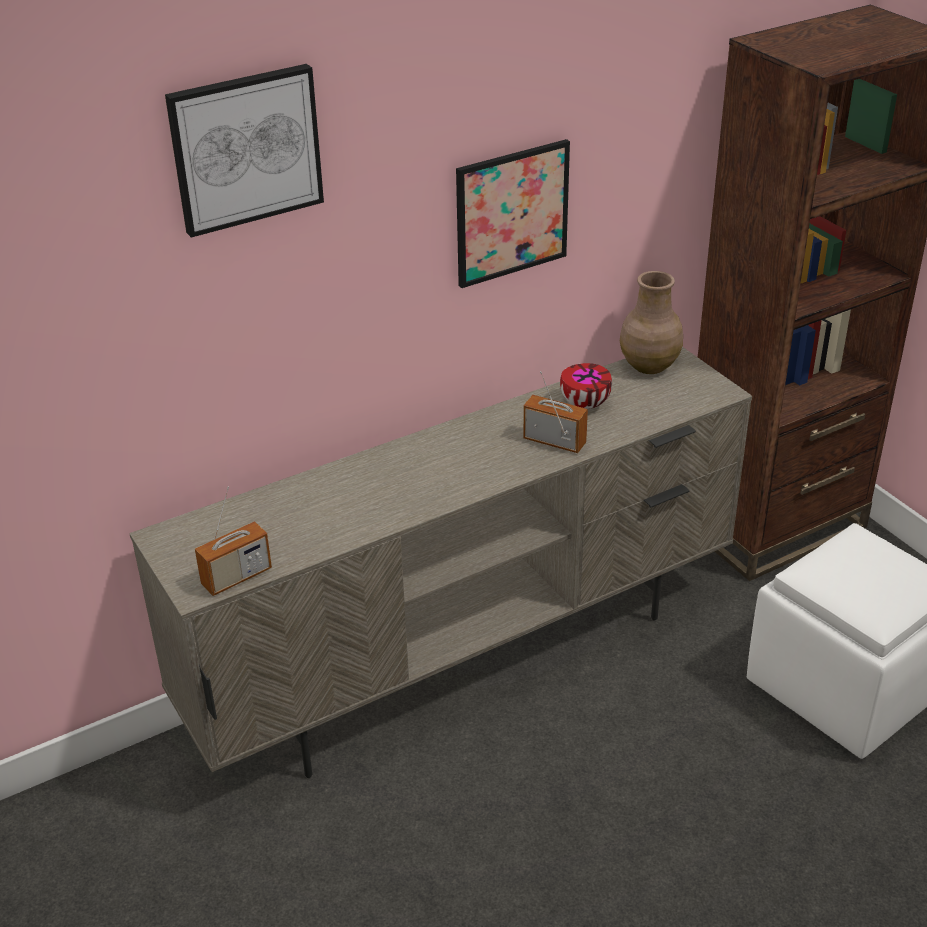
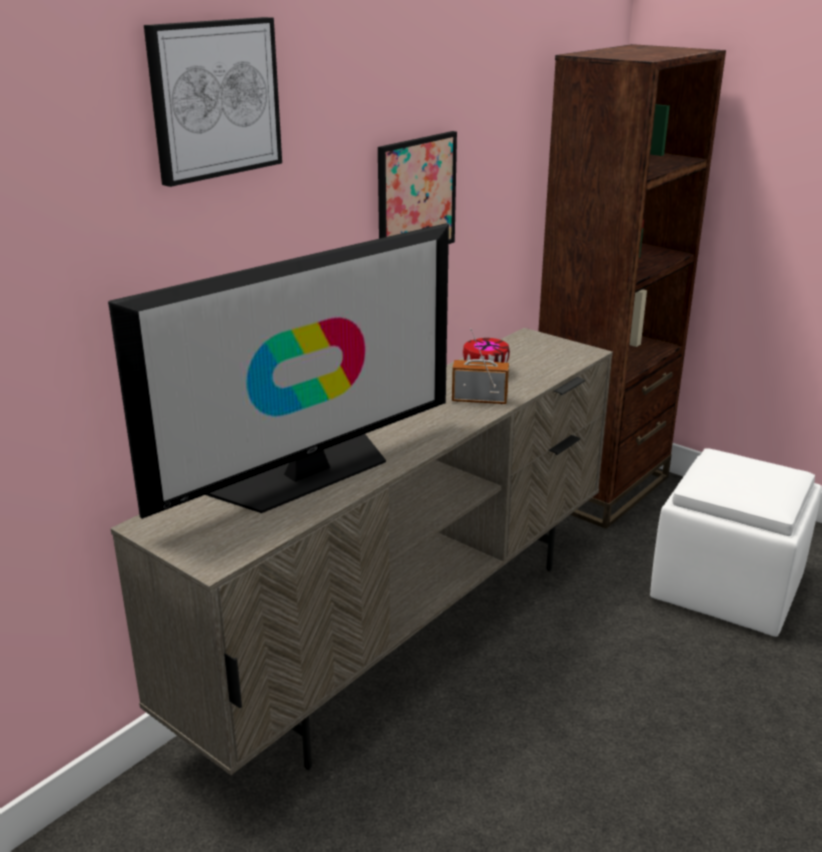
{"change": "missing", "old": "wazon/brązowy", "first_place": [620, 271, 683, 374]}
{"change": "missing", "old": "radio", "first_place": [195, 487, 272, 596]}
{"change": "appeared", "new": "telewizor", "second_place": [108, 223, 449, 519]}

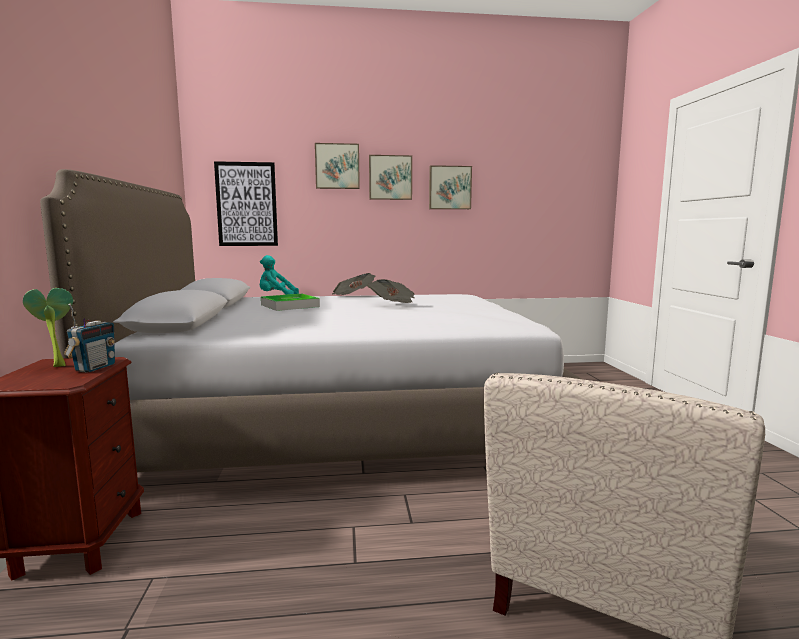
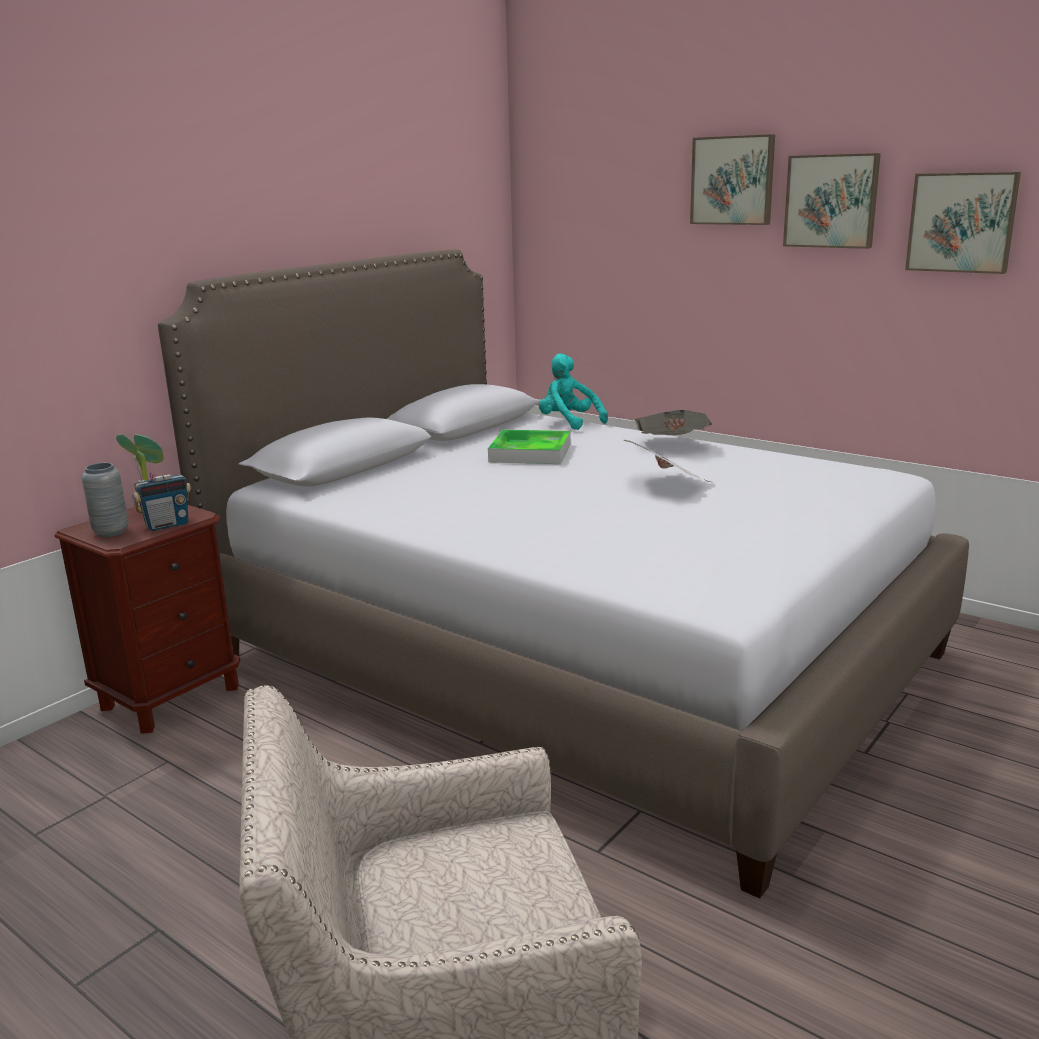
{"change": "missing", "old": "obraz", "first_place": [214, 161, 278, 246]}
{"change": "appeared", "new": "wazon/szary", "second_place": [82, 463, 129, 537]}

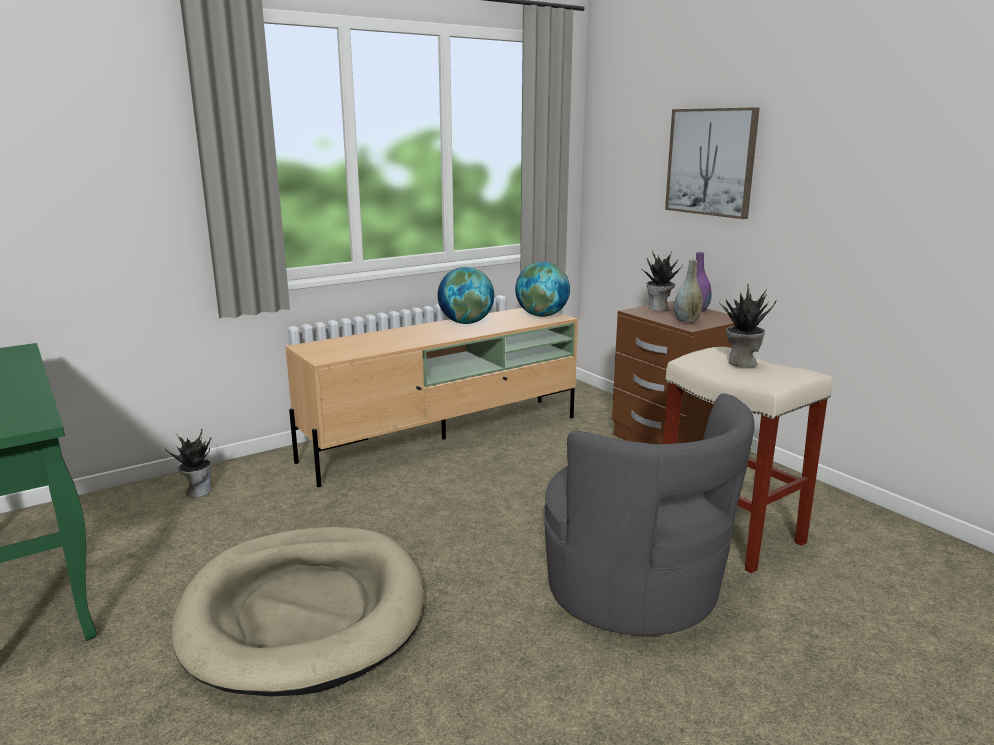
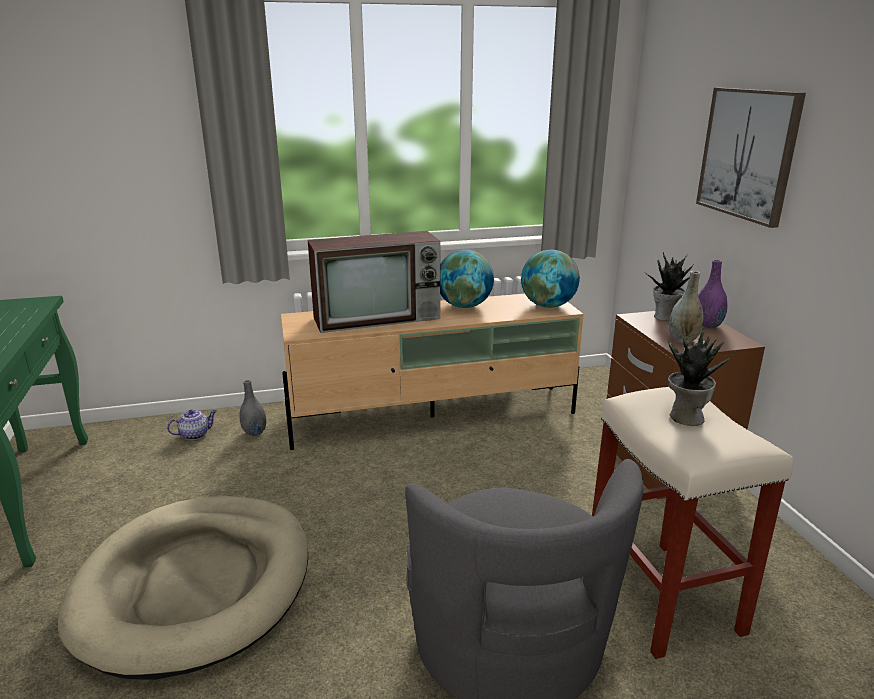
{"change": "exchanged", "old": "roślina doniczkowa", "new": "imbryk", "first_place": [164, 429, 212, 497], "second_place": [167, 409, 216, 440]}
{"change": "appeared", "new": "telewizor", "second_place": [308, 231, 440, 333]}
{"change": "appeared", "new": "wazon/szary", "second_place": [240, 380, 266, 436]}

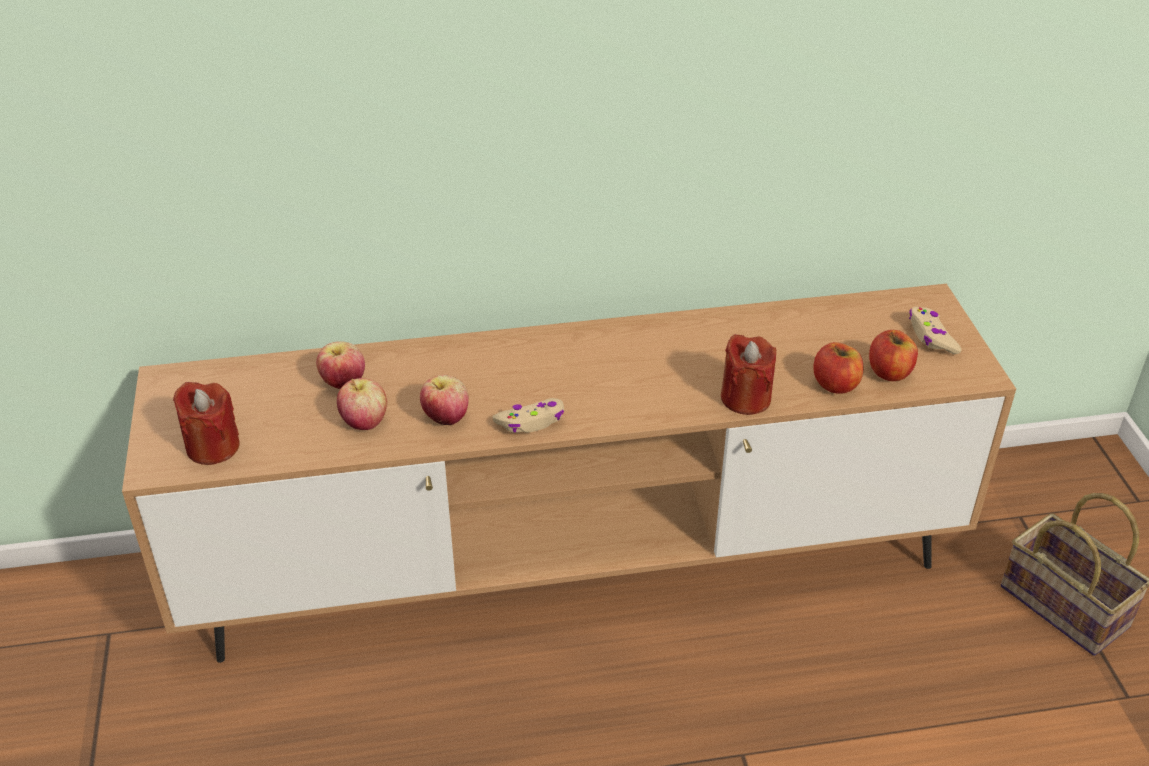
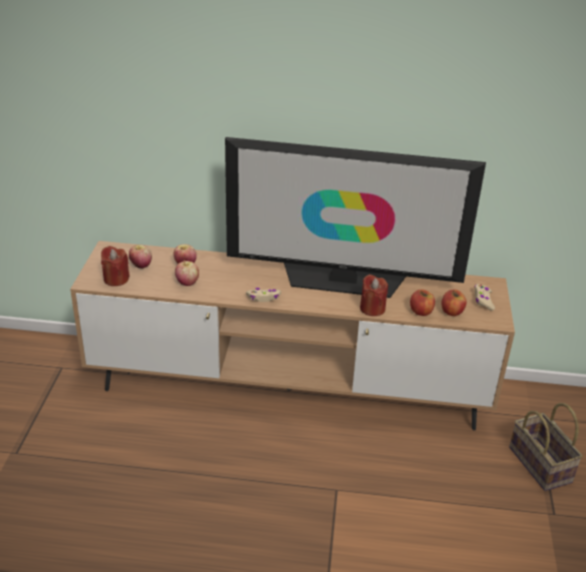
{"change": "relocated", "old": "jabłko", "first_place": [420, 375, 469, 425], "second_place": [129, 244, 152, 269]}
{"change": "appeared", "new": "telewizor", "second_place": [225, 137, 486, 298]}

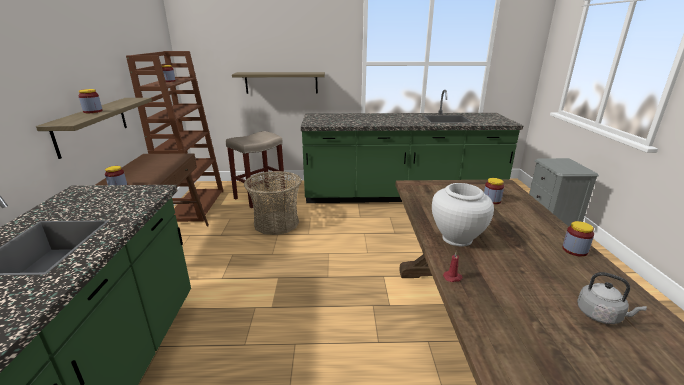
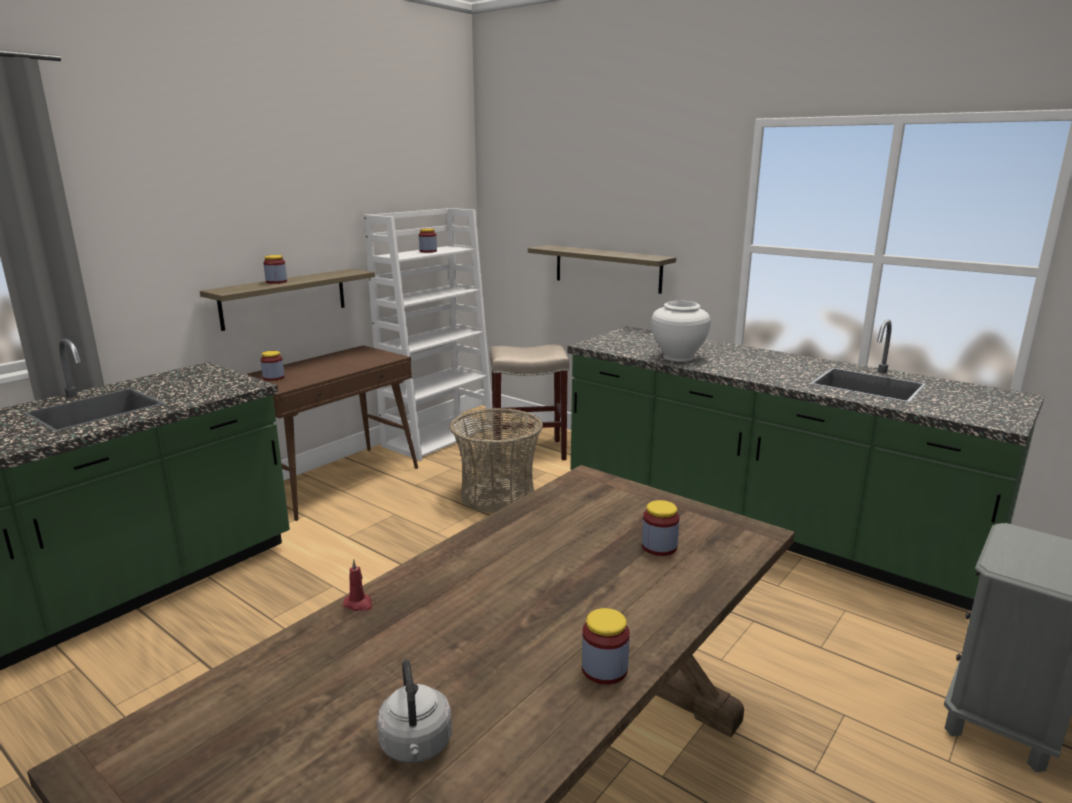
{"change": "colour", "old": "regał/brązowy", "new": "regał/biały", "first_place": [126, 51, 224, 222], "second_place": [364, 208, 493, 461]}
{"change": "relocated", "old": "wazon/biały", "first_place": [432, 183, 494, 247], "second_place": [651, 301, 710, 362]}

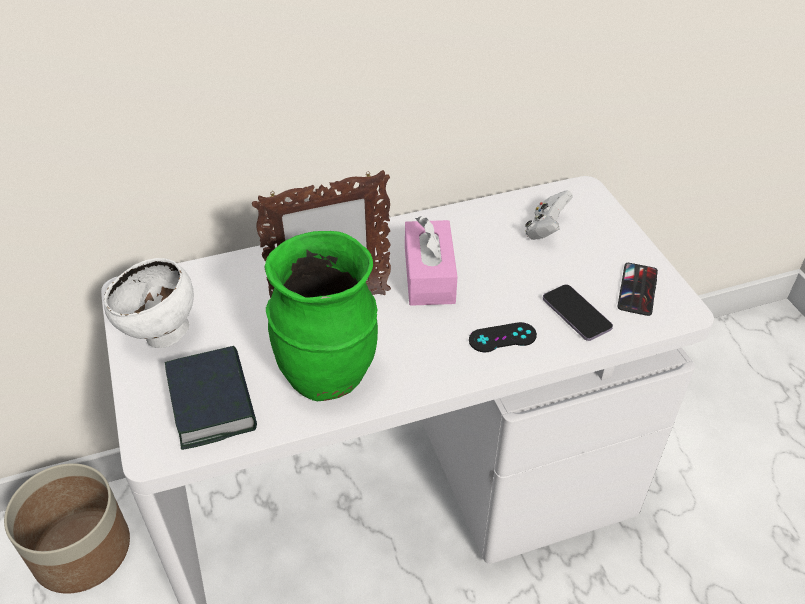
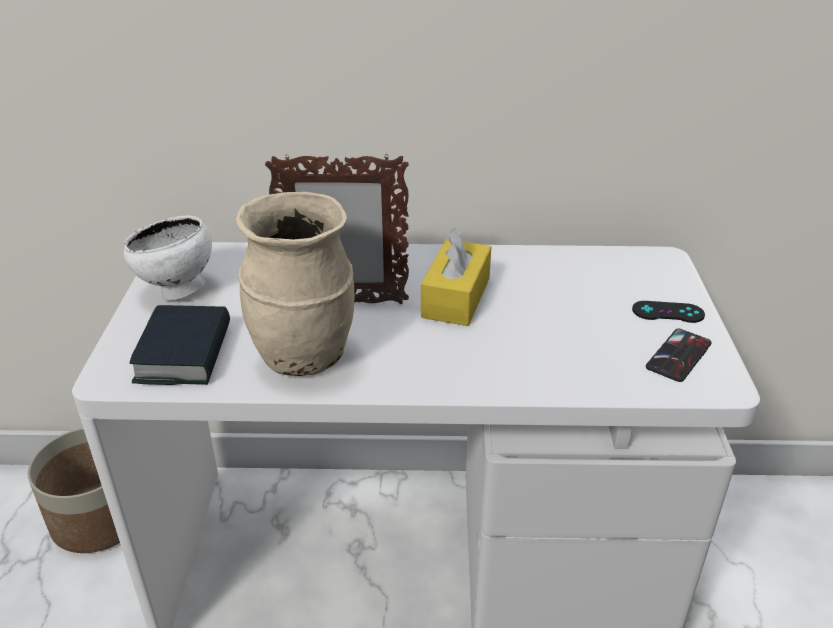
{"change": "missing", "old": "pad do gier/biały", "first_place": [525, 190, 573, 240]}
{"change": "colour", "old": "pudełko chusteczek/różowy", "new": "pudełko chusteczek/żółty", "first_place": [405, 216, 458, 306], "second_place": [421, 228, 491, 326]}
{"change": "colour", "old": "wazon/zielony", "new": "wazon/beżowy", "first_place": [265, 231, 378, 401], "second_place": [236, 192, 355, 376]}
{"change": "missing", "old": "telefon", "first_place": [543, 284, 613, 341]}
{"change": "relocated", "old": "pad do gier/czarny", "first_place": [469, 322, 537, 352], "second_place": [632, 301, 705, 323]}

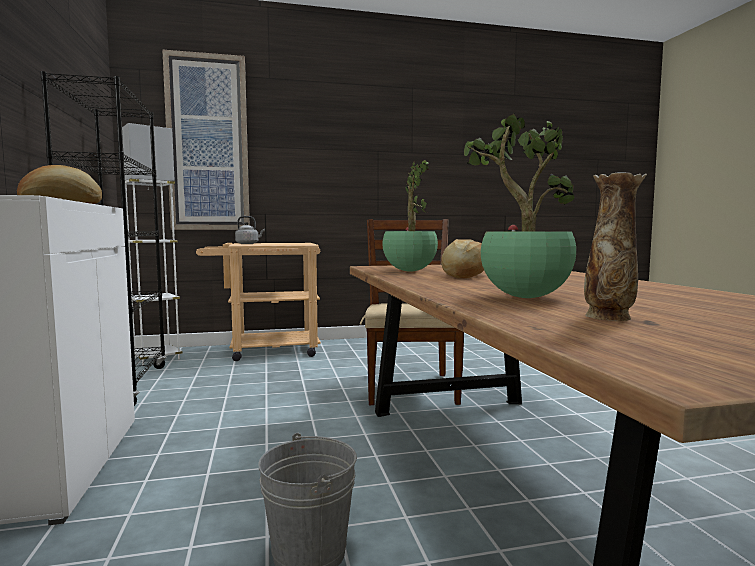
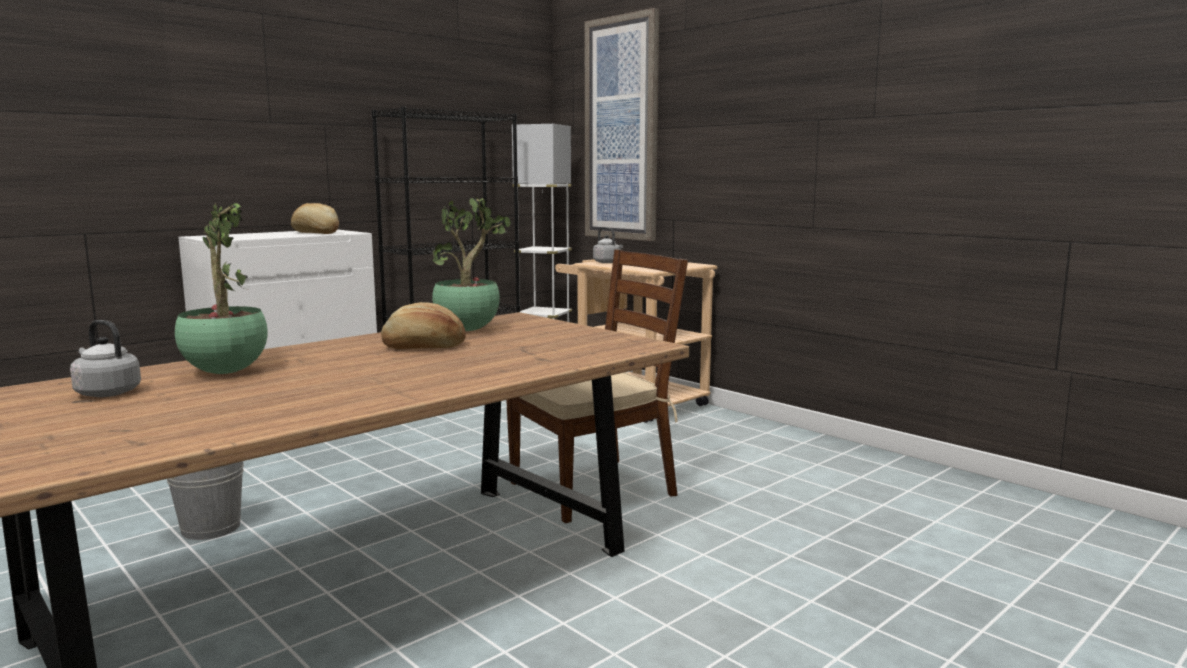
{"change": "exchanged", "old": "wazon", "new": "czajnik/szary", "first_place": [584, 173, 647, 321], "second_place": [70, 320, 141, 397]}

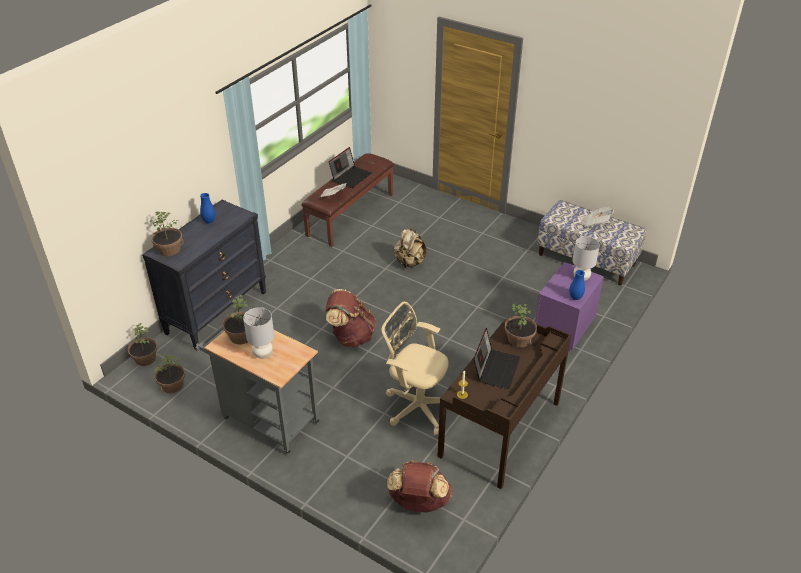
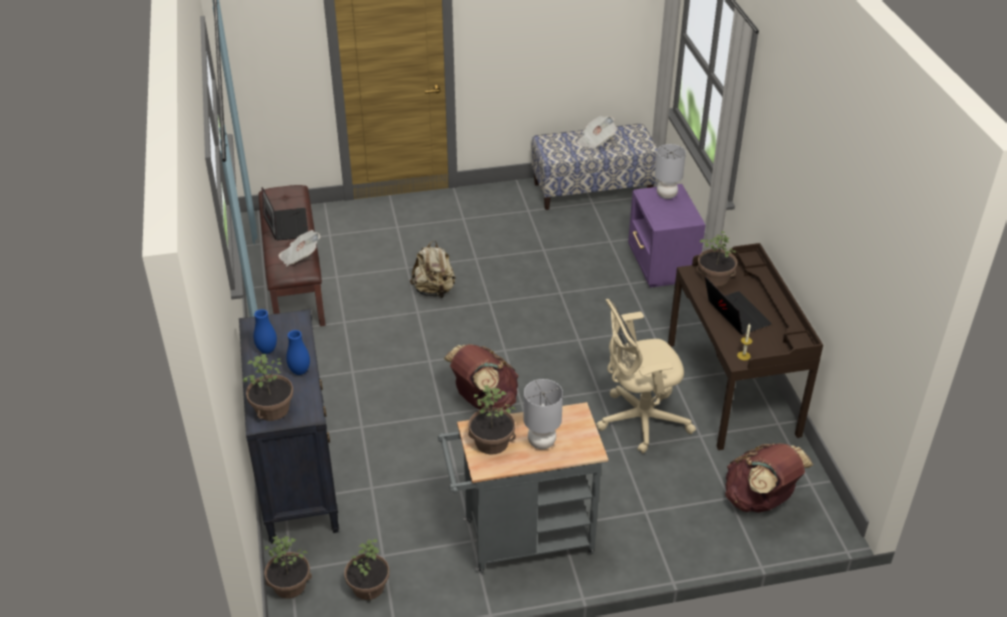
{"change": "relocated", "old": "wazon/niebieski", "first_place": [569, 270, 585, 300], "second_place": [286, 330, 310, 375]}

